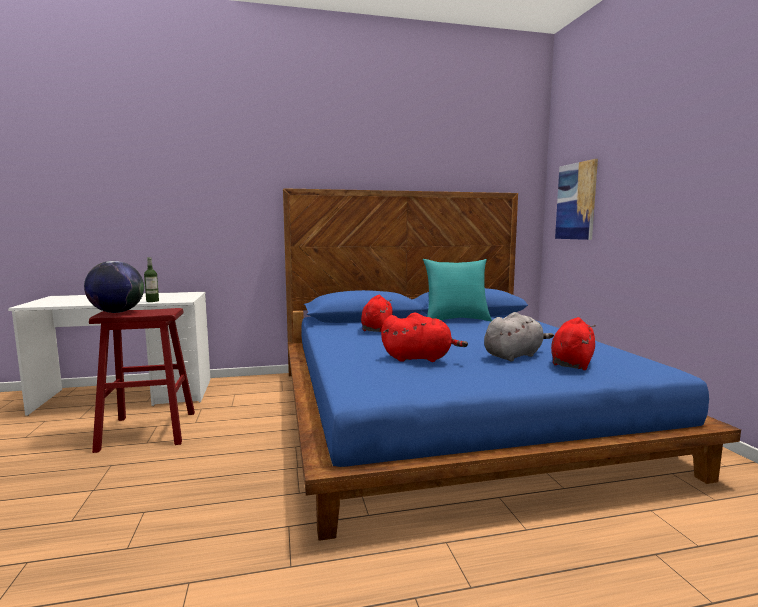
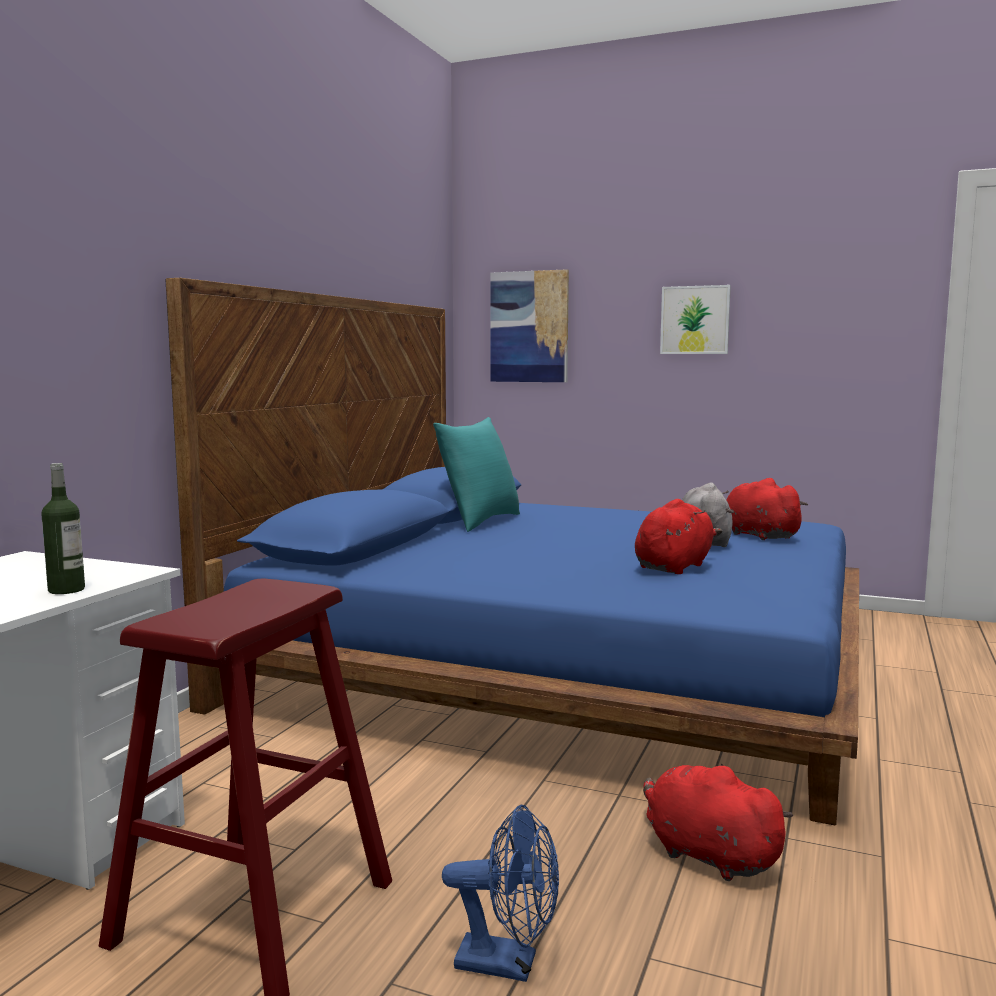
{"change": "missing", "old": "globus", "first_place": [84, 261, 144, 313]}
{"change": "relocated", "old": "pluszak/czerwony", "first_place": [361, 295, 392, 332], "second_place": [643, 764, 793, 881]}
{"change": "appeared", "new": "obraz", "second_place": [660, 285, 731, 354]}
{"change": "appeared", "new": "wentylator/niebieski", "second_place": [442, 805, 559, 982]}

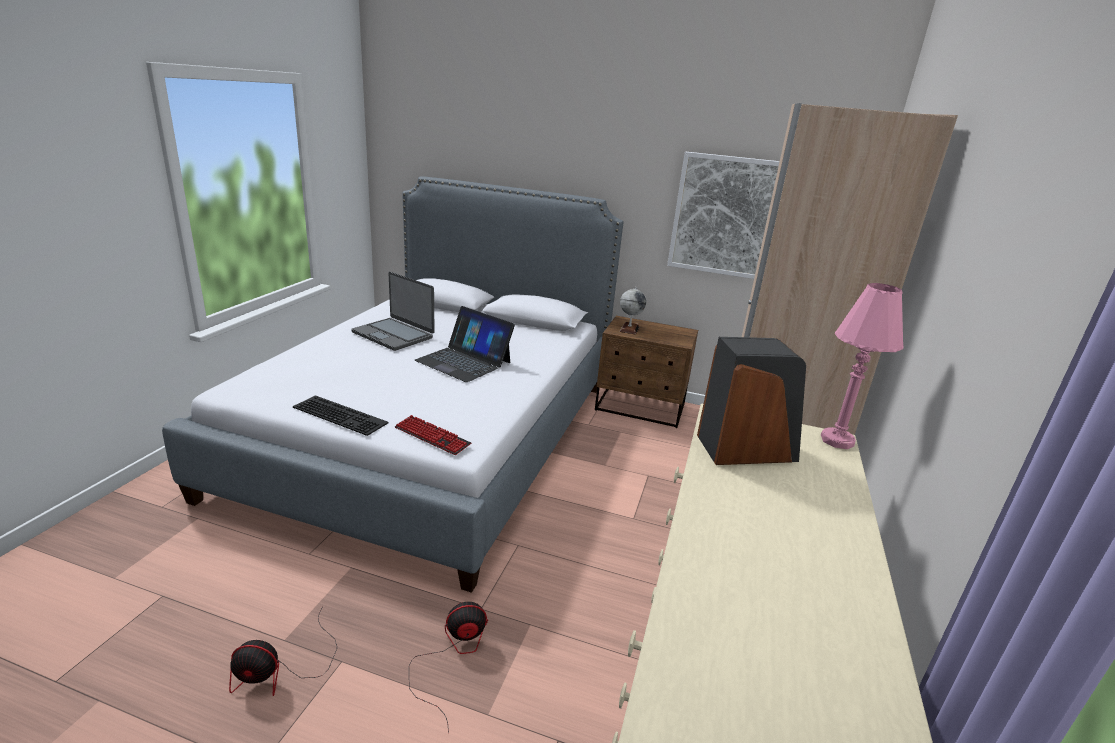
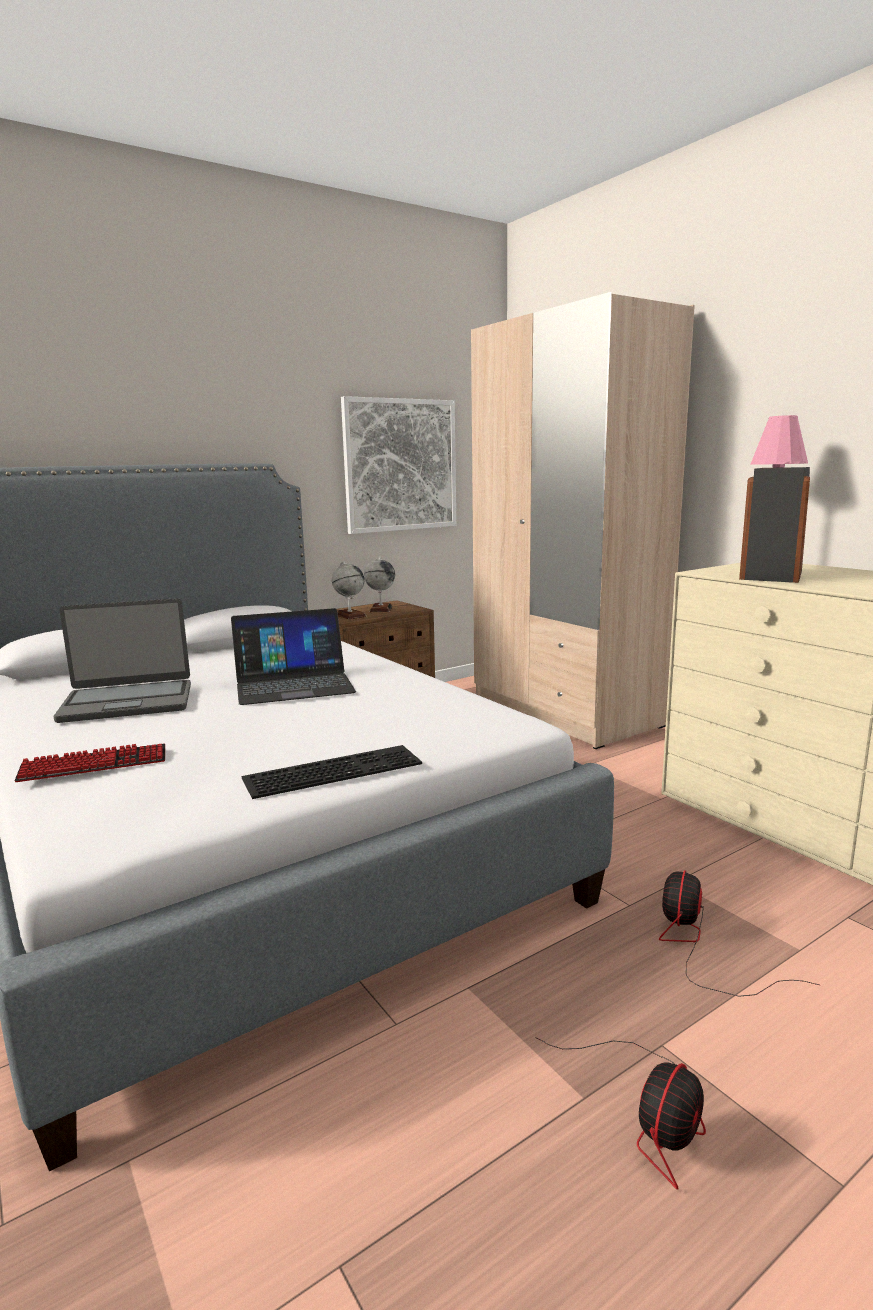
{"change": "relocated", "old": "klawiatura", "first_place": [395, 415, 471, 455], "second_place": [15, 744, 165, 782]}
{"change": "appeared", "new": "globus", "second_place": [364, 557, 395, 612]}

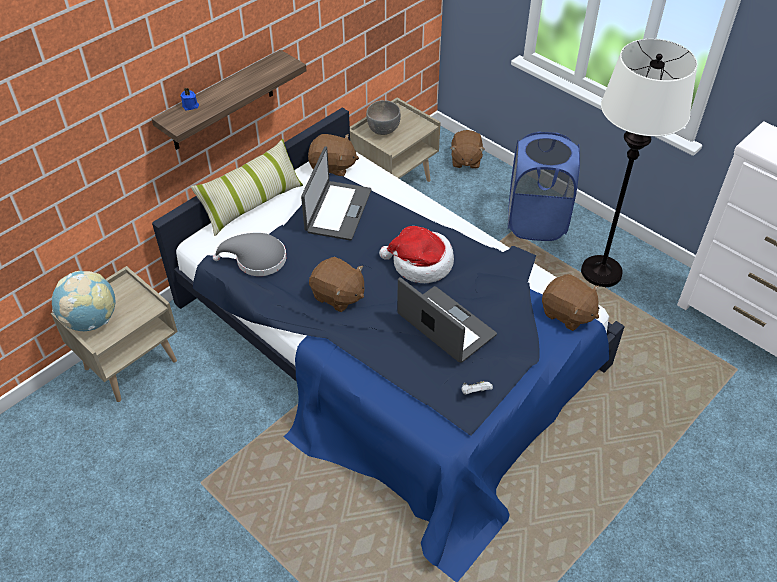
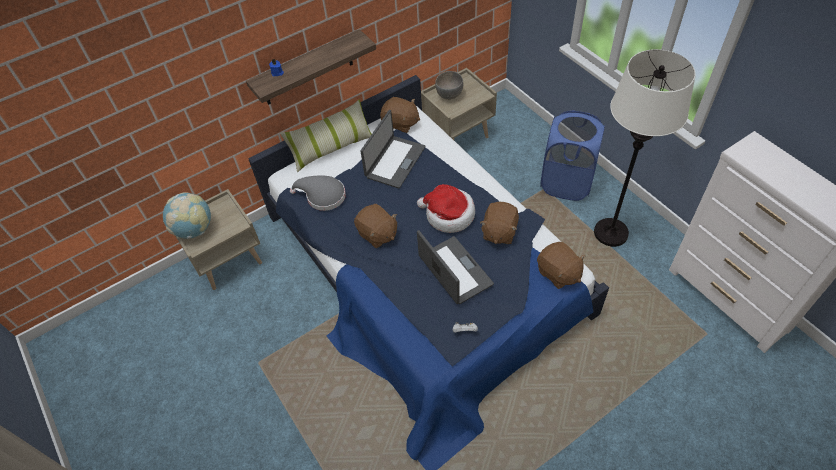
{"change": "relocated", "old": "pluszak/brązowy", "first_place": [450, 130, 485, 169], "second_place": [480, 202, 519, 244]}

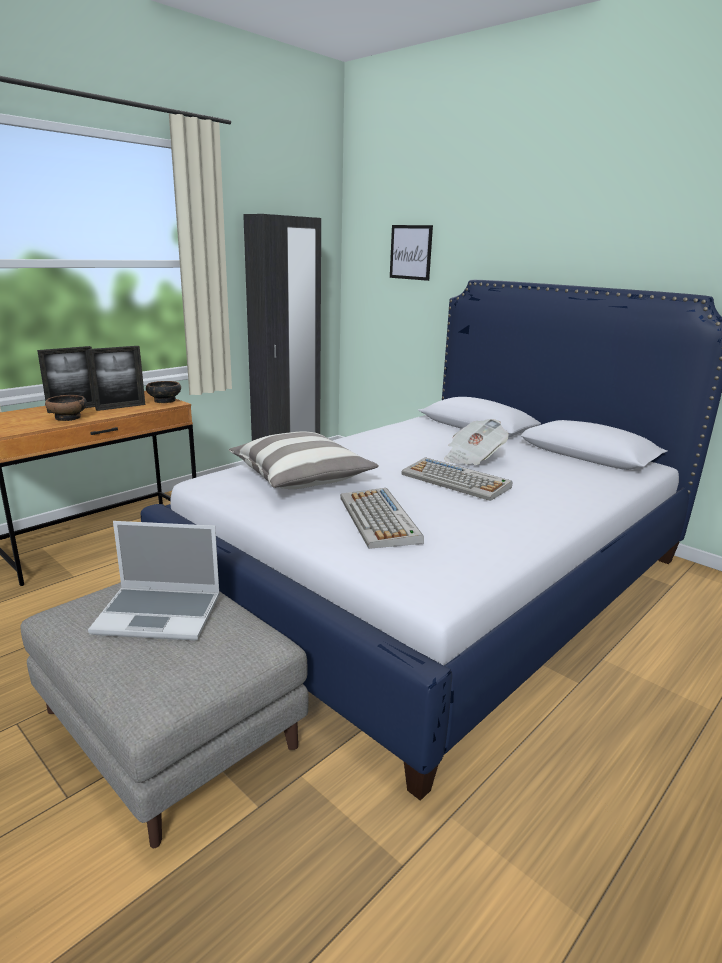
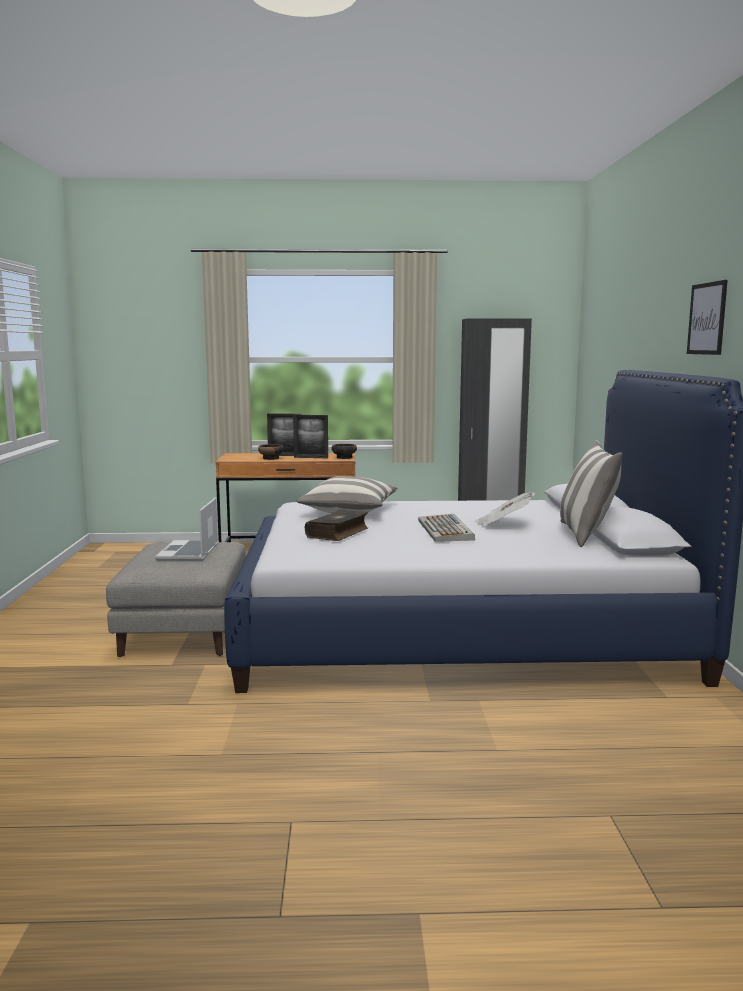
{"change": "relocated", "old": "obraz", "first_place": [390, 225, 433, 281], "second_place": [687, 280, 728, 355]}
{"change": "exchanged", "old": "klawiatura", "new": "książka", "first_place": [340, 488, 424, 549], "second_place": [305, 510, 368, 541]}
{"change": "spun", "old": "laptop", "first_place": [88, 521, 220, 641], "second_place": [155, 498, 218, 561], "degrees": 45}
{"change": "appeared", "new": "poduszka", "second_place": [560, 440, 623, 547]}

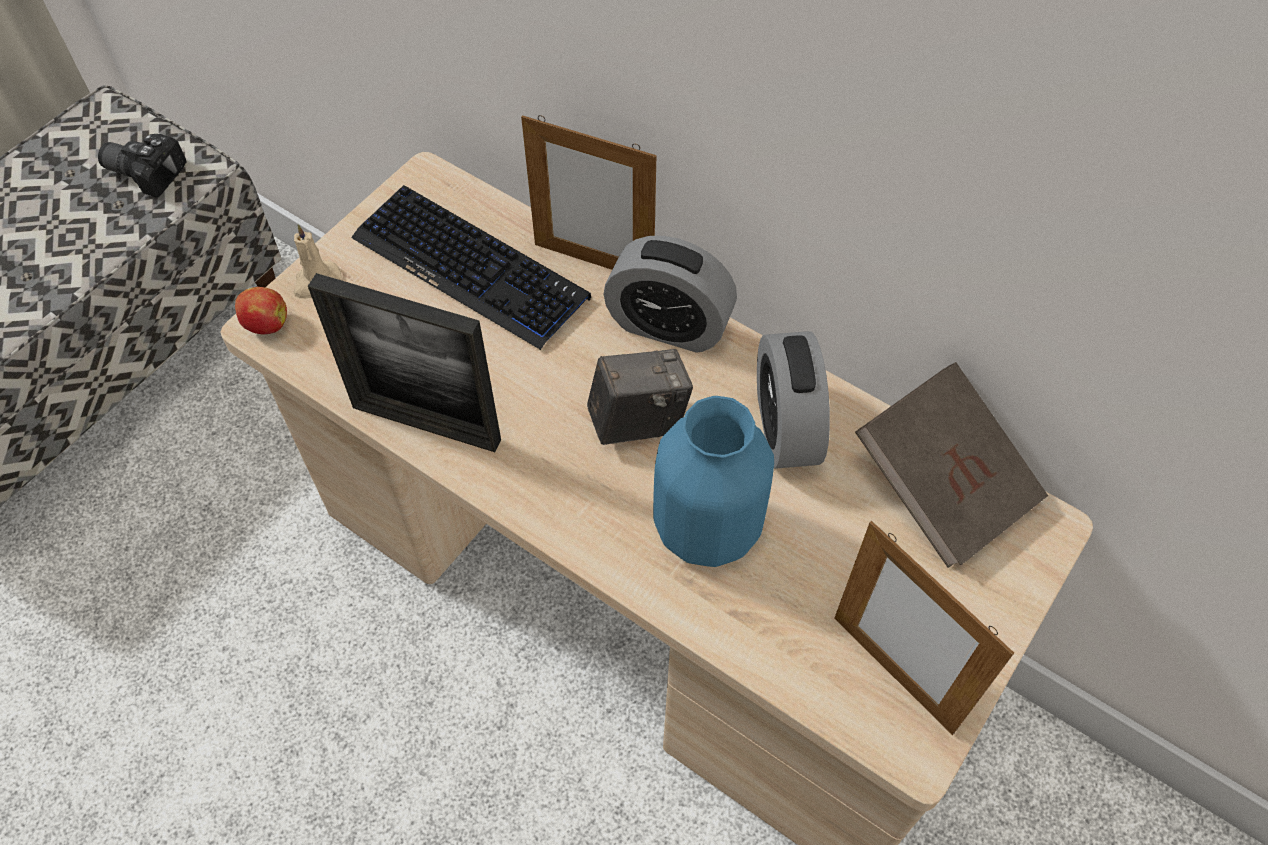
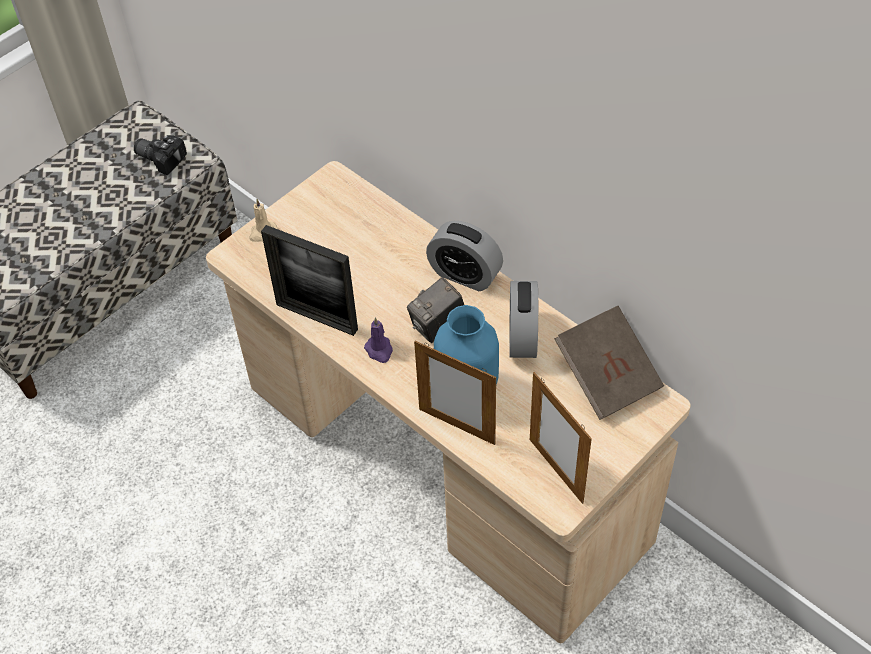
{"change": "relocated", "old": "ramka na zdjęcie", "first_place": [521, 115, 656, 270], "second_place": [414, 341, 496, 445]}
{"change": "missing", "old": "klawiatura", "first_place": [351, 185, 591, 350]}
{"change": "missing", "old": "jabłko", "first_place": [235, 287, 287, 334]}
{"change": "spun", "old": "aparat fotograficzny", "first_place": [587, 349, 693, 445], "second_place": [407, 277, 464, 343], "degrees": 150}
{"change": "appeared", "new": "świeca/fioletowy", "second_place": [364, 317, 393, 363]}

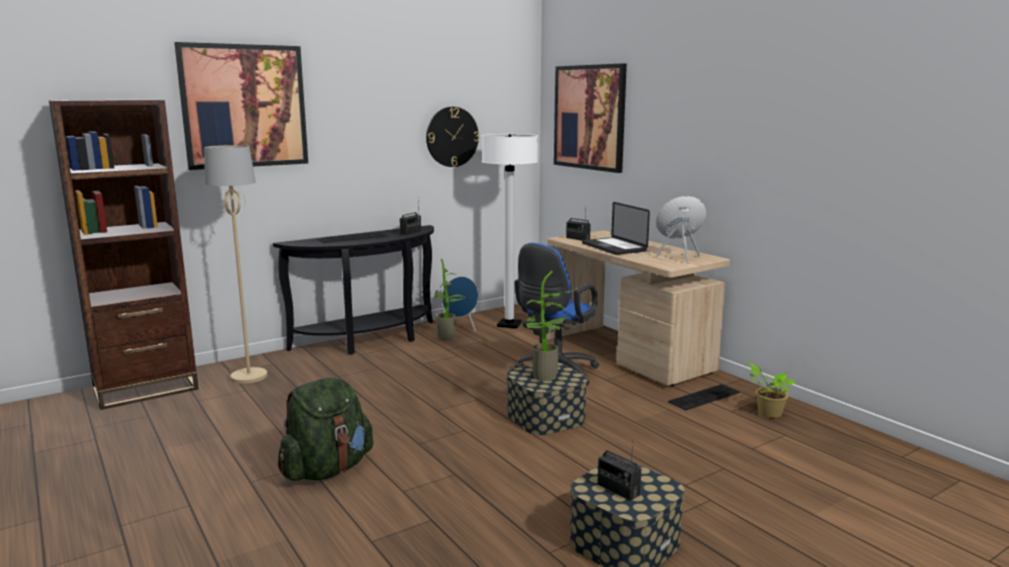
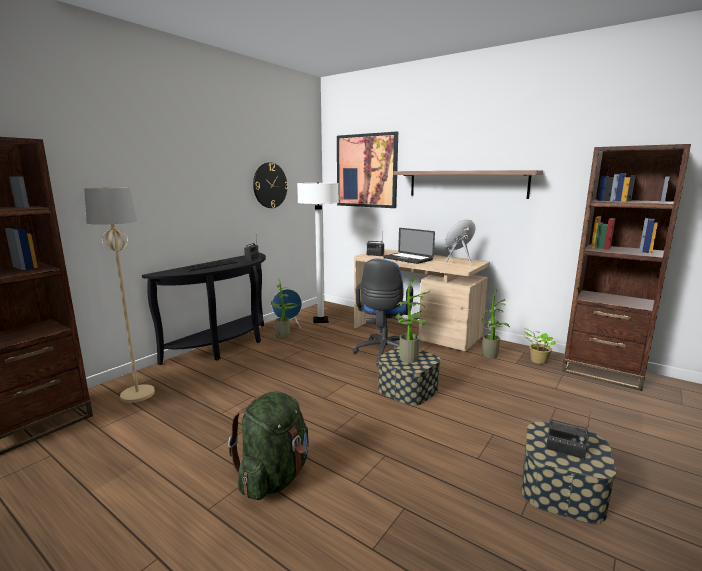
{"change": "missing", "old": "obraz", "first_place": [174, 42, 308, 170]}
{"change": "exchanged", "old": "klawiatura", "new": "roślina doniczkowa", "first_place": [668, 384, 740, 410], "second_place": [482, 289, 510, 359]}
{"change": "appeared", "new": "regał/brązowy", "second_place": [562, 144, 691, 391]}
{"change": "appeared", "new": "półka", "second_place": [393, 170, 543, 199]}

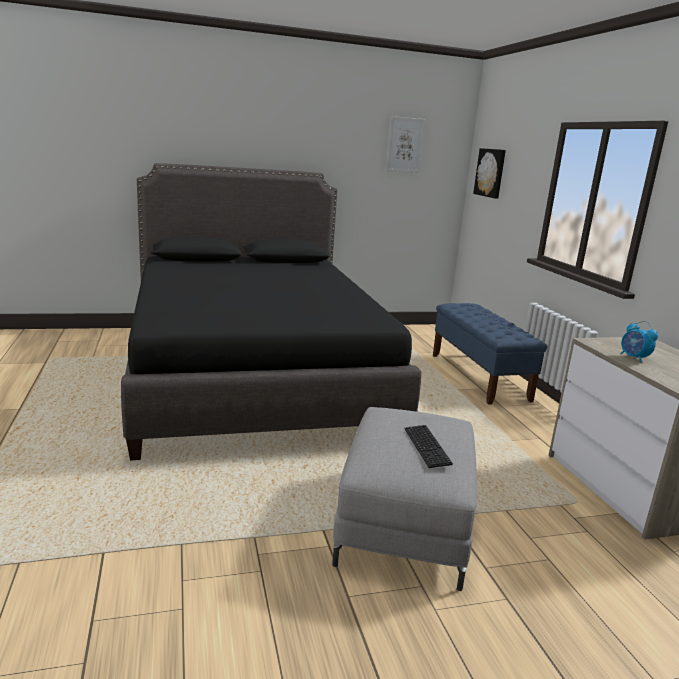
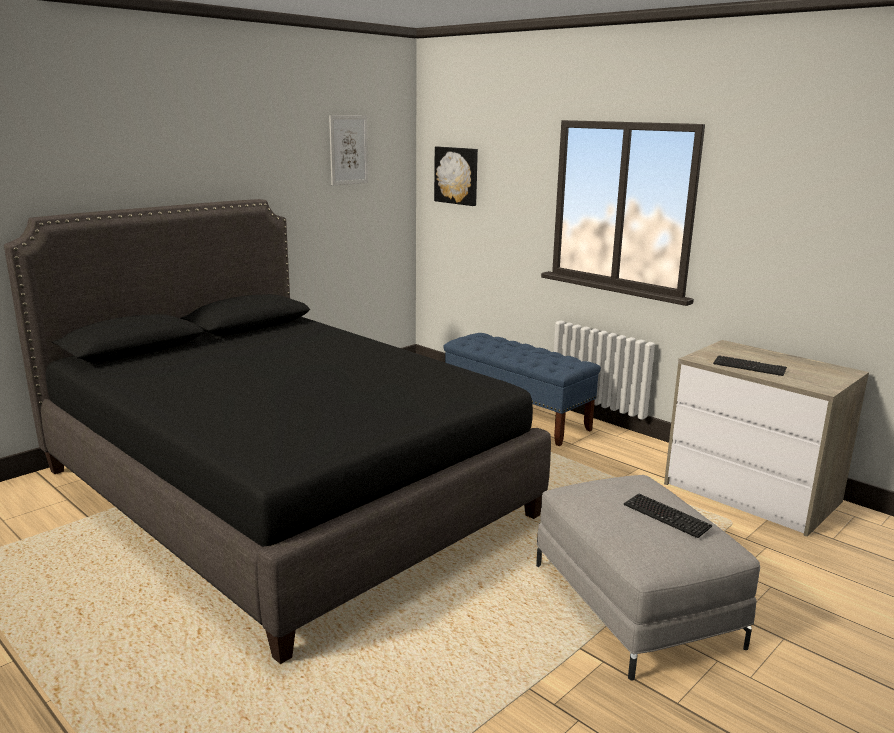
{"change": "exchanged", "old": "budzik", "new": "klawiatura", "first_place": [620, 321, 658, 362], "second_place": [713, 355, 787, 376]}

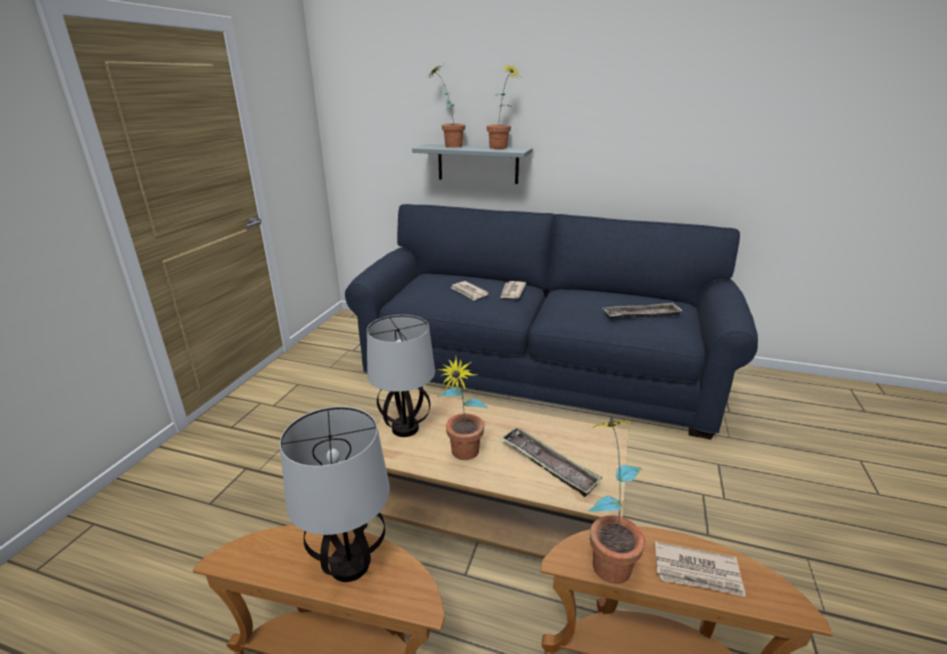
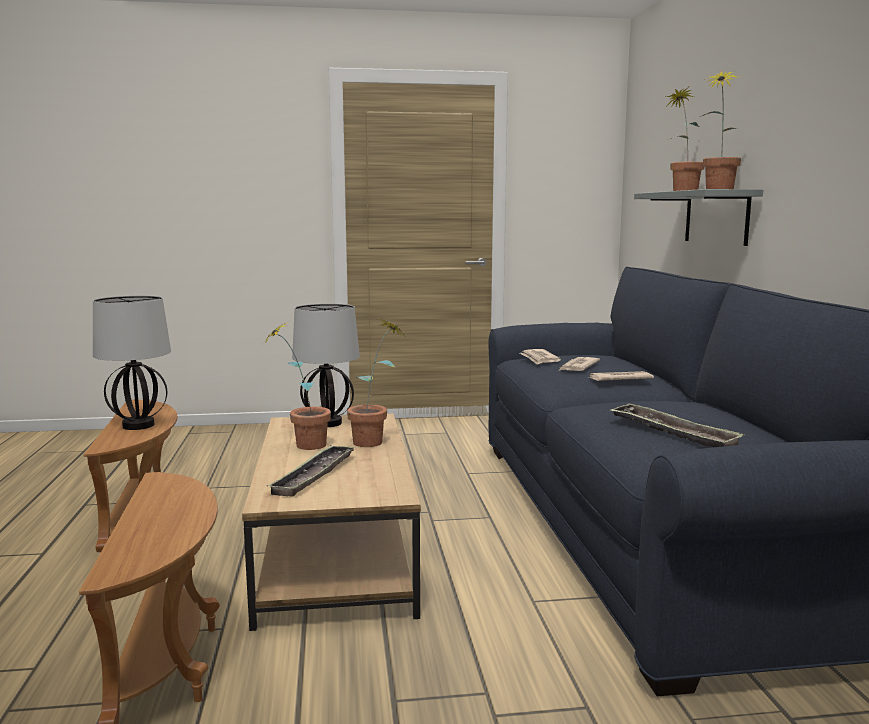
{"change": "relocated", "old": "roślina doniczkowa", "first_place": [588, 420, 645, 584], "second_place": [347, 319, 403, 447]}
{"change": "relocated", "old": "gazeta", "first_place": [655, 541, 746, 597], "second_place": [520, 349, 561, 365]}

